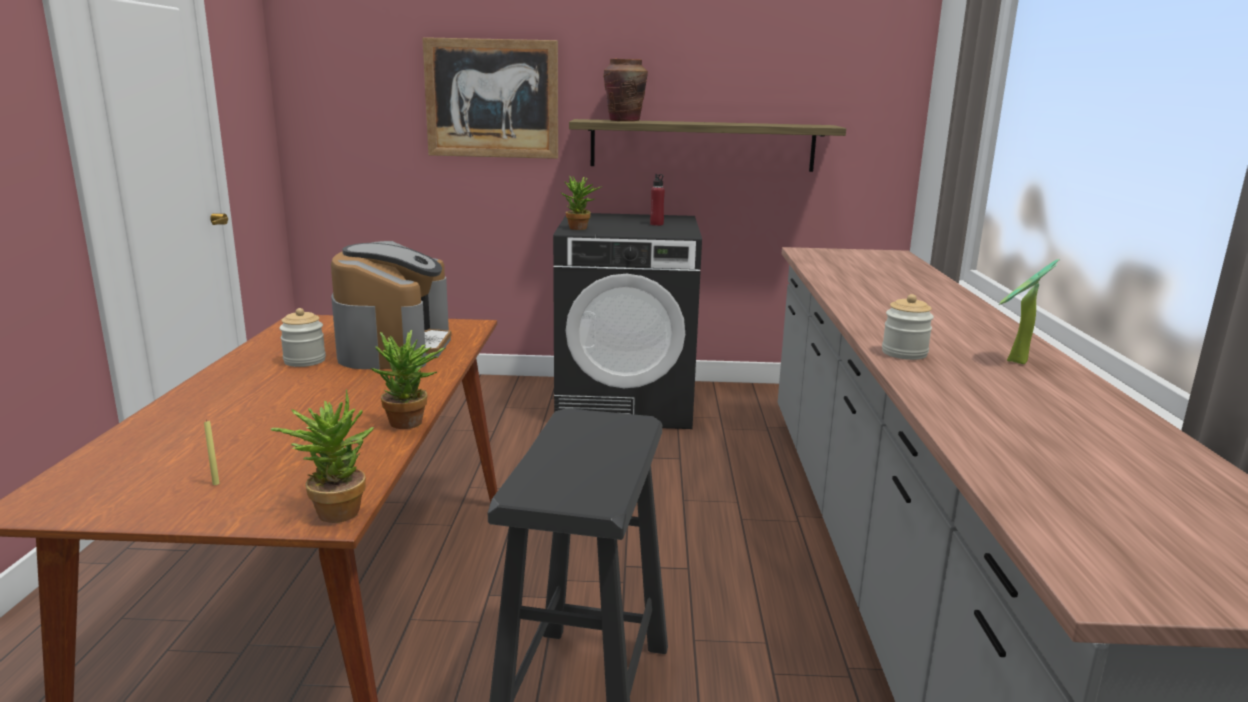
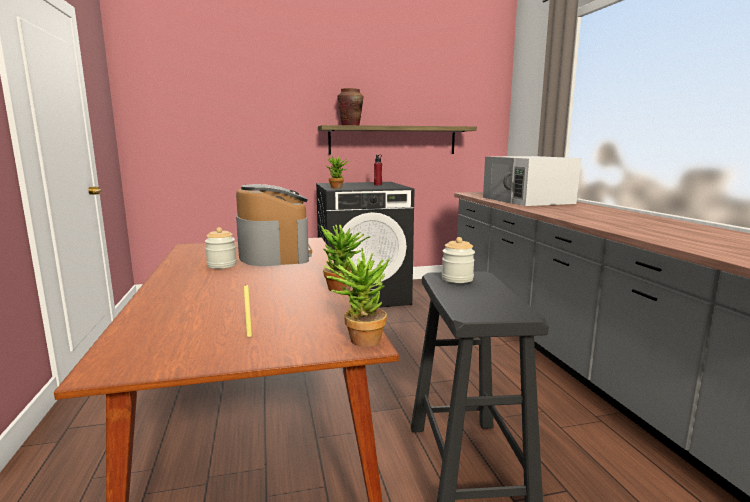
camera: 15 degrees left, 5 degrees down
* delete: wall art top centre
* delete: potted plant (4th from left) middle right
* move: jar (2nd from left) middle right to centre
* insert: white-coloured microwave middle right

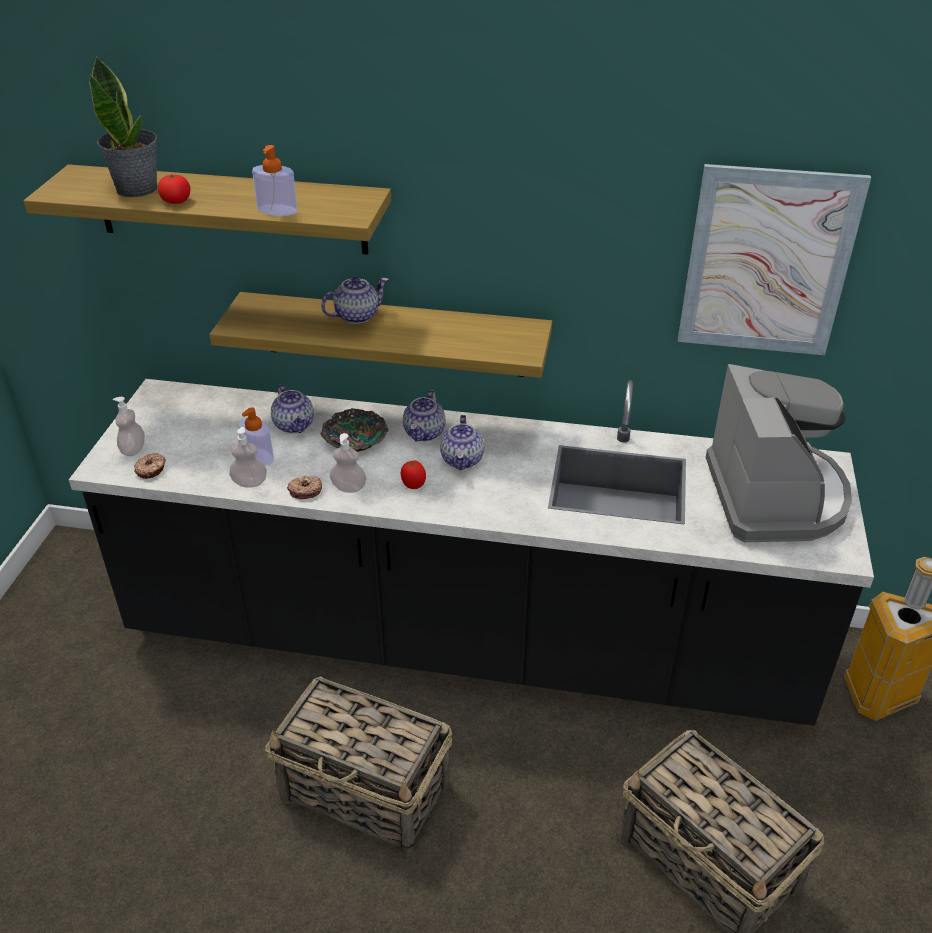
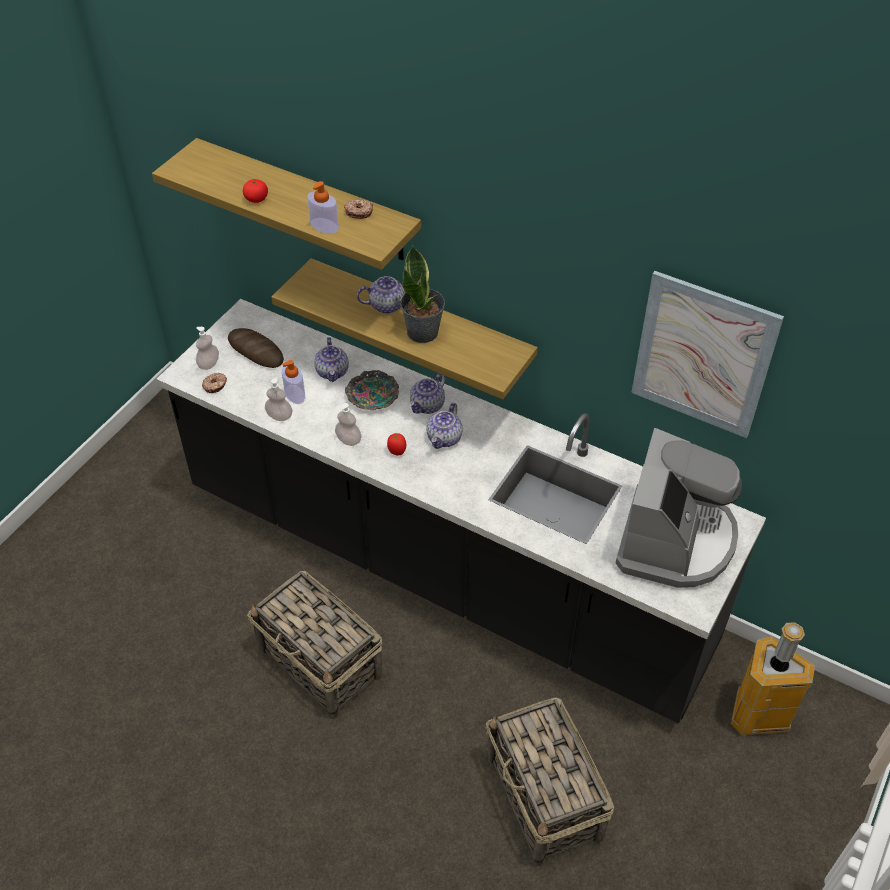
camera: 20 degrees right, 10 degrees up
* move: potted plant top left to top centre
* move: donut (2nd from left) middle left to top centre
* insert: baked bread middle left

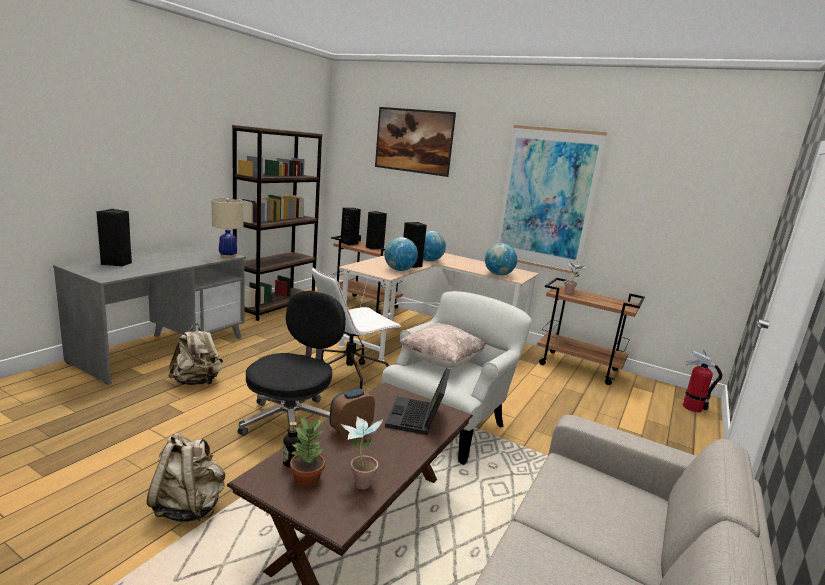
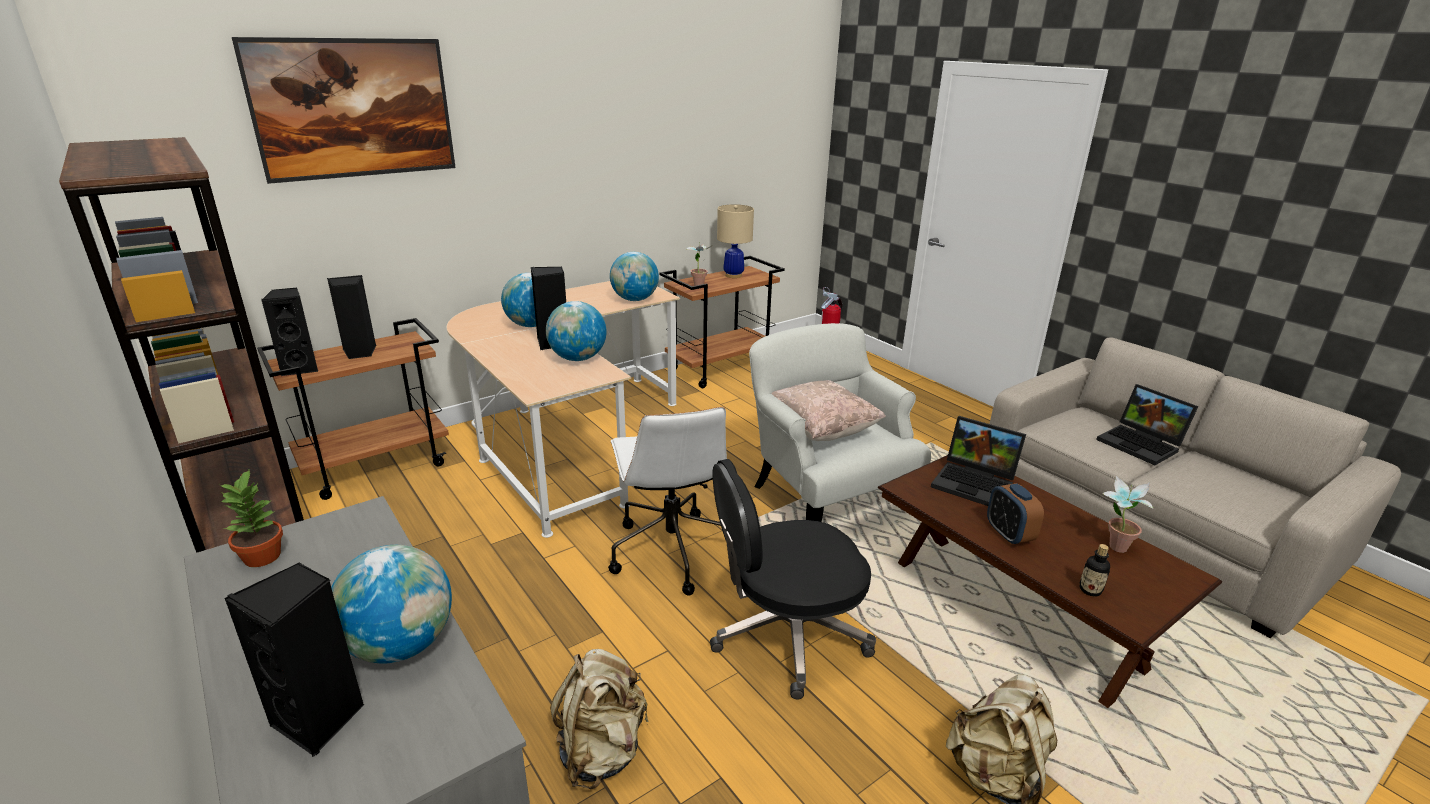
camera: 65 degrees left, 10 degrees up
* delete: wall art (2nd from left) middle right
* move: sand-coloured lamp for a table middle left to top centre
* rotate: black-coloured desk chair centre = bottom centre 60 degrees counterclockwise
* move: potted plant (1st from left) bottom centre to middle left
* insert: laptop (2nd from left) middle right
* insert: desk globe (1st from left) bottom left

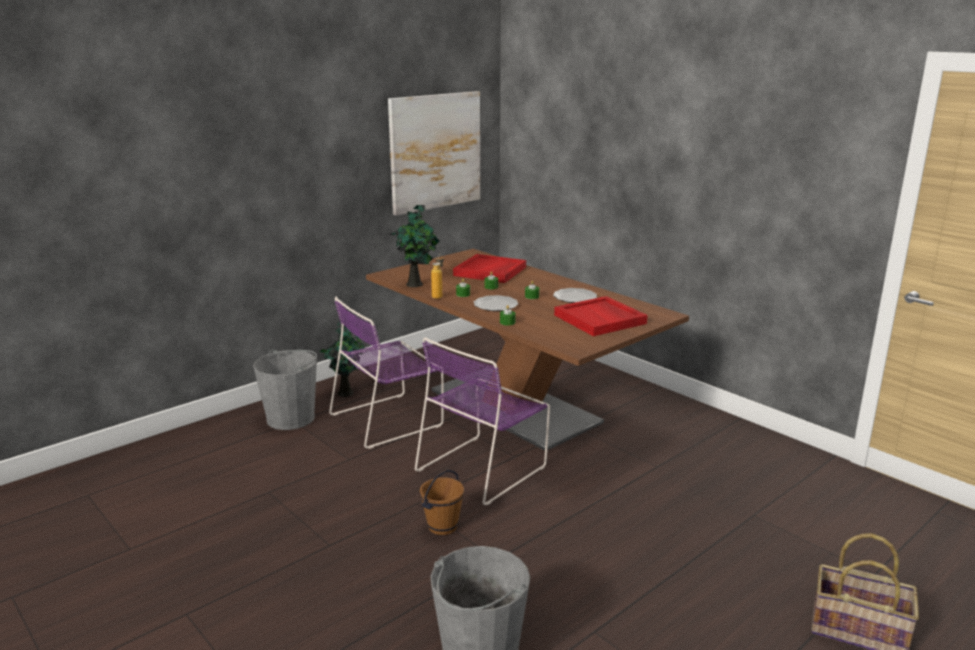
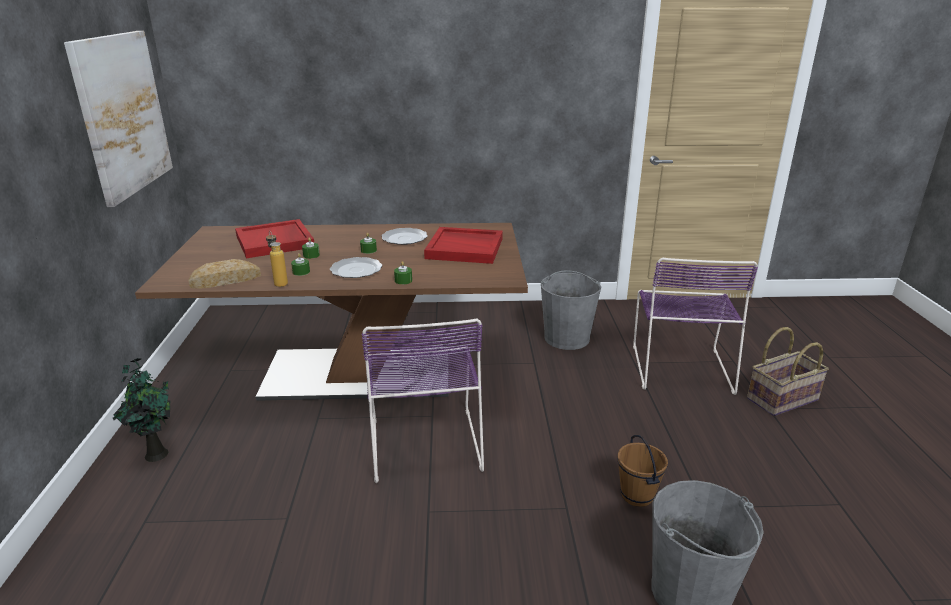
camera: 50 degrees left, 5 degrees up
* replace: potted plant (2nd from left) centre to baked bread middle left
* move: purple-coloured upright chair (1st from left in the first image) centre to purple-coloured upright chair (2nd from left) middle right
* move: gray water bucket (1st from left) middle left to centre
* move: brownish water bucket bottom centre to bottom right

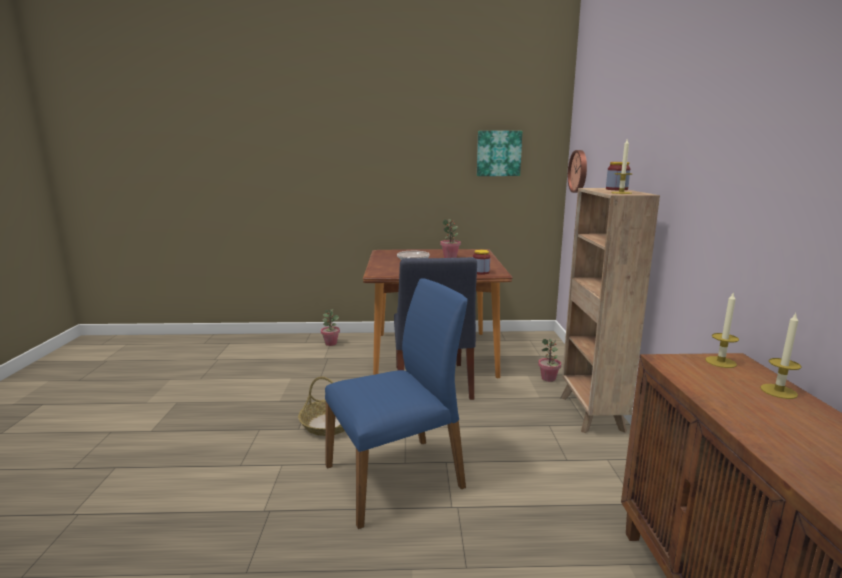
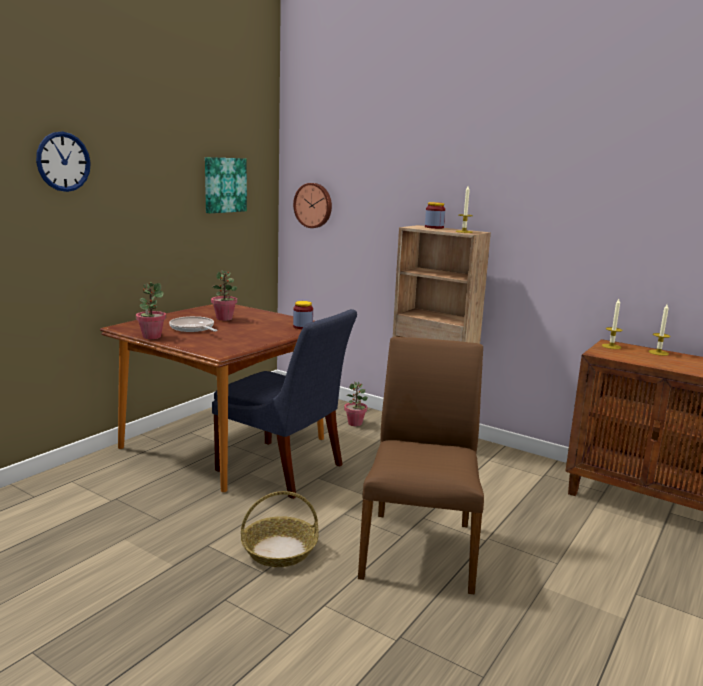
camera: 55 degrees left, 0 degrees up
* recolor: blue upright chair (1st from left) bottom centre to brownish upright chair bottom centre
* move: potted plant (1st from left) centre to middle left
* insert: clock on the wall (1st from left) top left

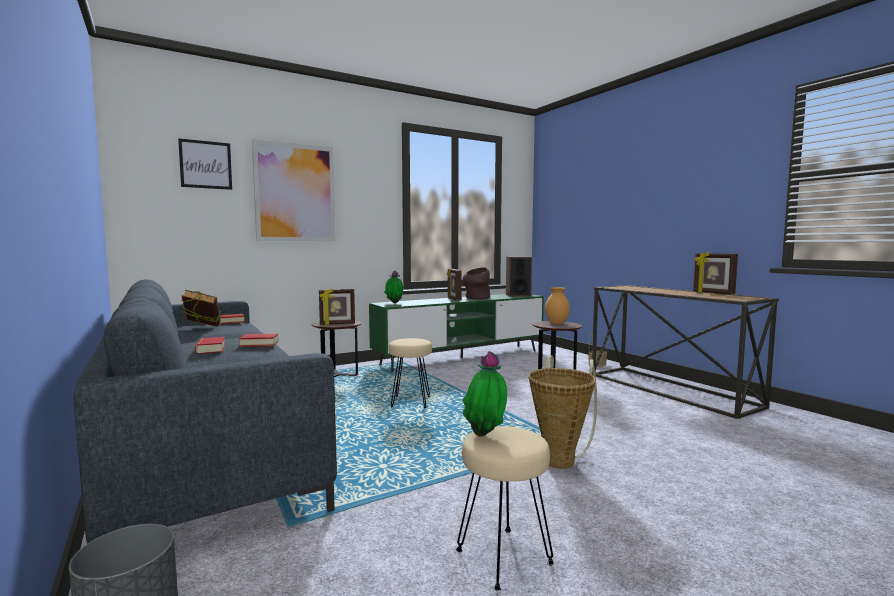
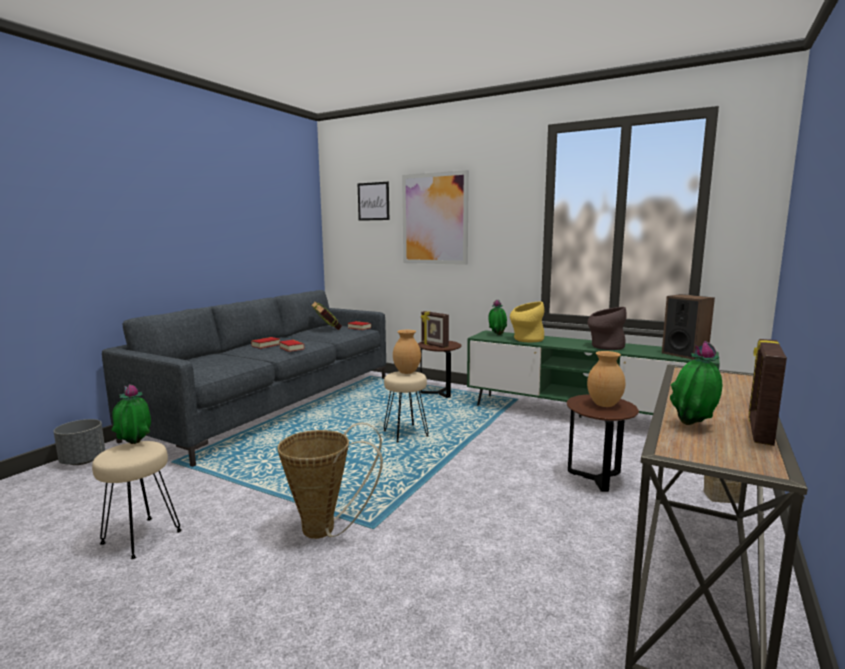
camera: 60 degrees right, 5 degrees up
* delete: standing frame (2nd from left) centre
* insert: yellow-coloured vase centre
* insert: brownish vase (1st from left) centre
* insert: potted plant (3rd from left) middle right

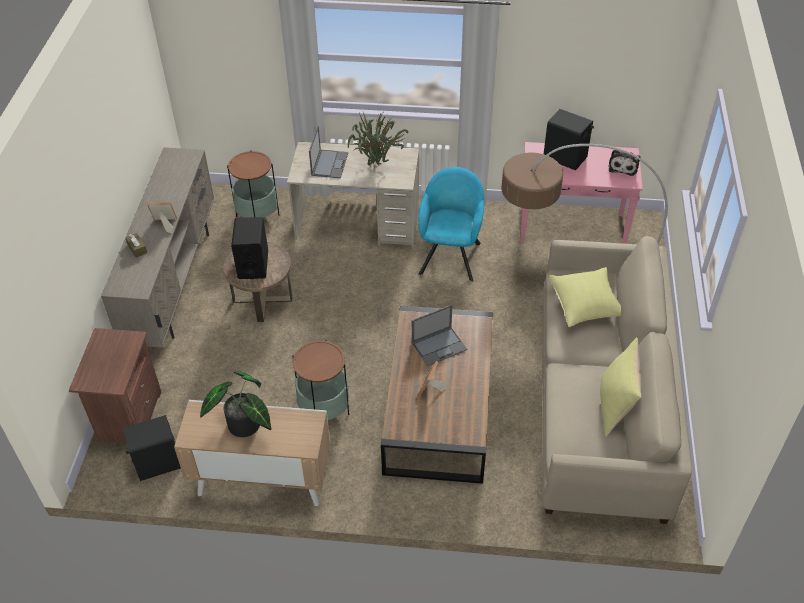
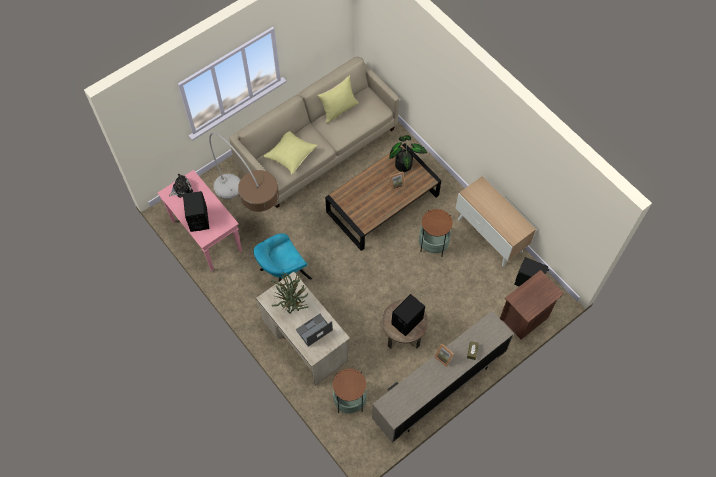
camera: 135 degrees left, 15 degrees up
* delete: laptop (2nd from left) centre
* move: potted plant (1st from left in the first image) bottom left to potted plant (2nd from left) top centre

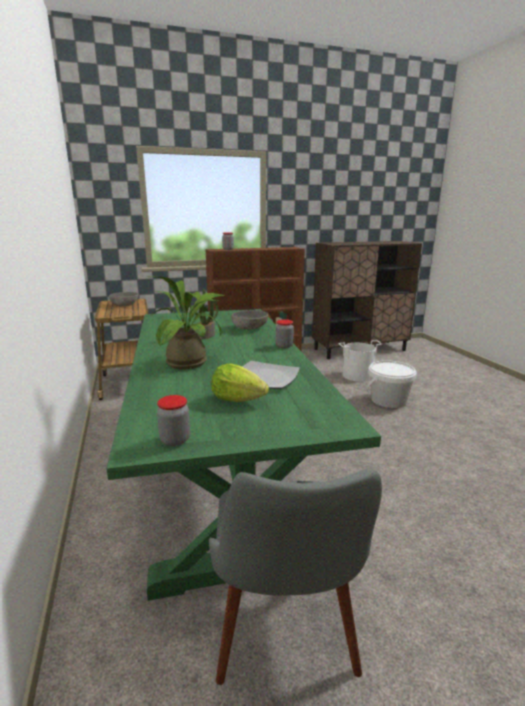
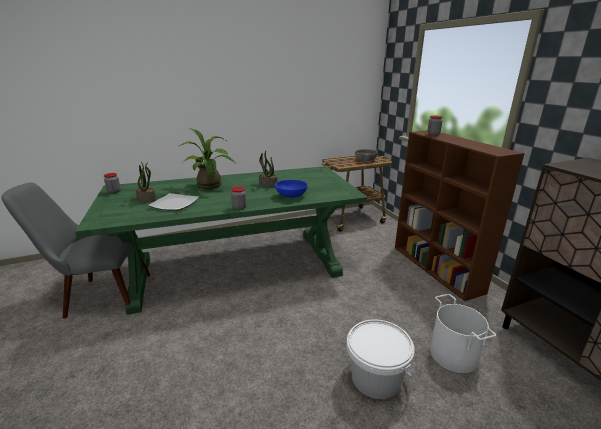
camera: 85 degrees right, 5 degrees up
* recolor: gray deep dish (2nd from left) centre to blue deep dish centre
* replace: head of lettuce centre to potted plant (1st from left) middle left

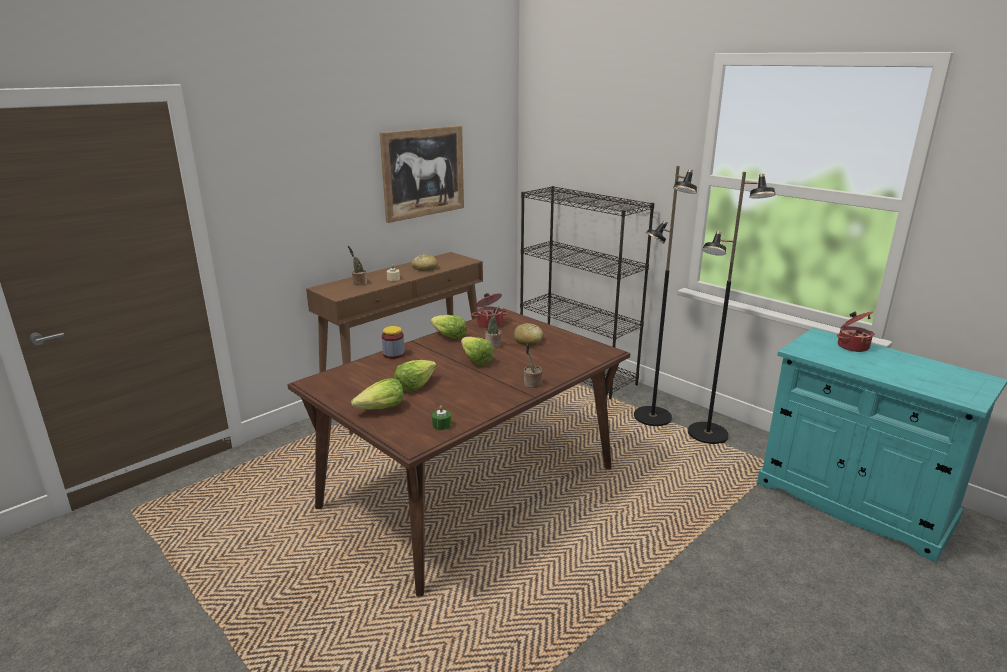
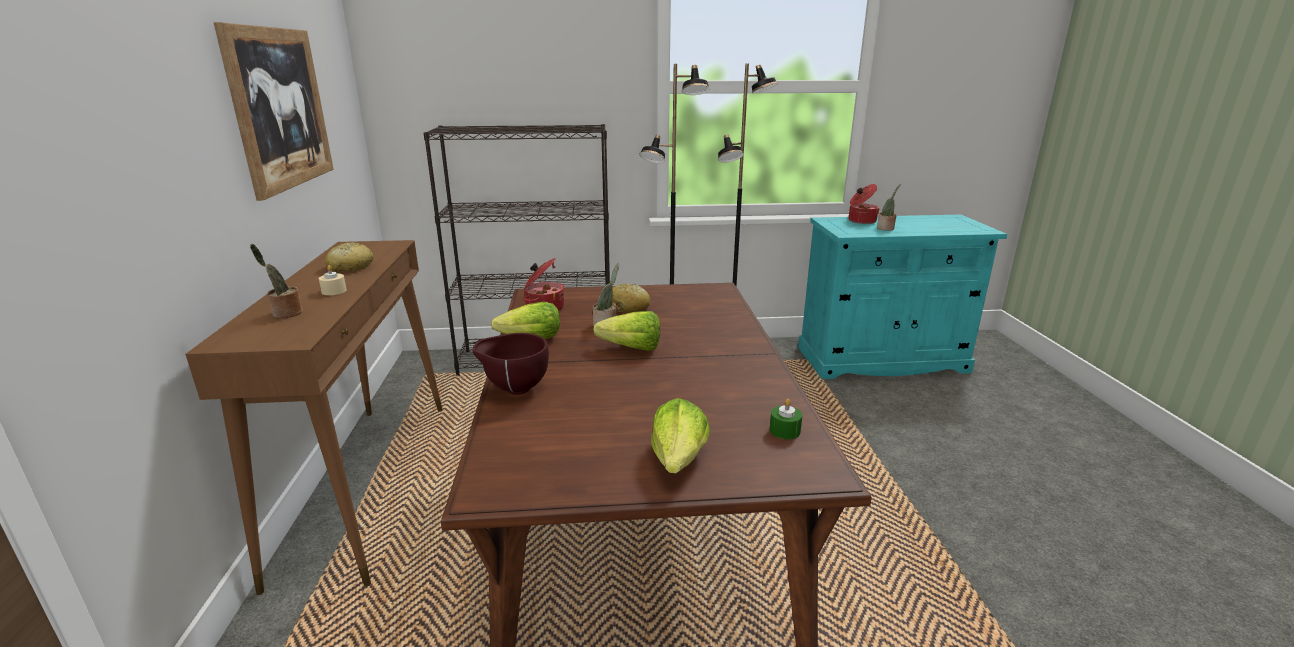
camera: 50 degrees left, 0 degrees up
* replace: jar centre to brownish deep dish centre
* move: potted plant (3rd from left) centre to top right
* delete: head of lettuce (2nd from left) centre

